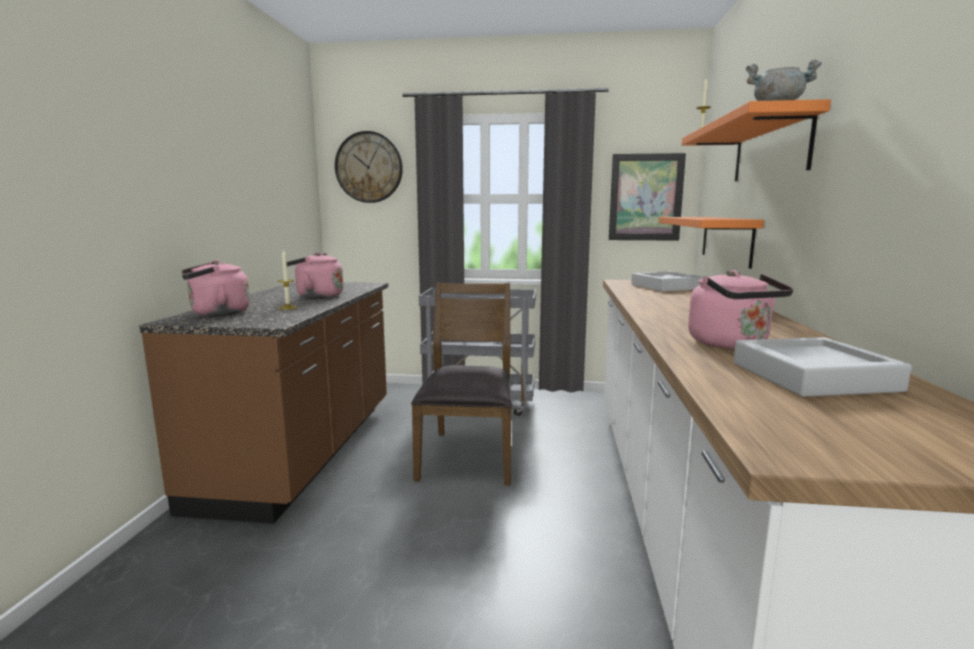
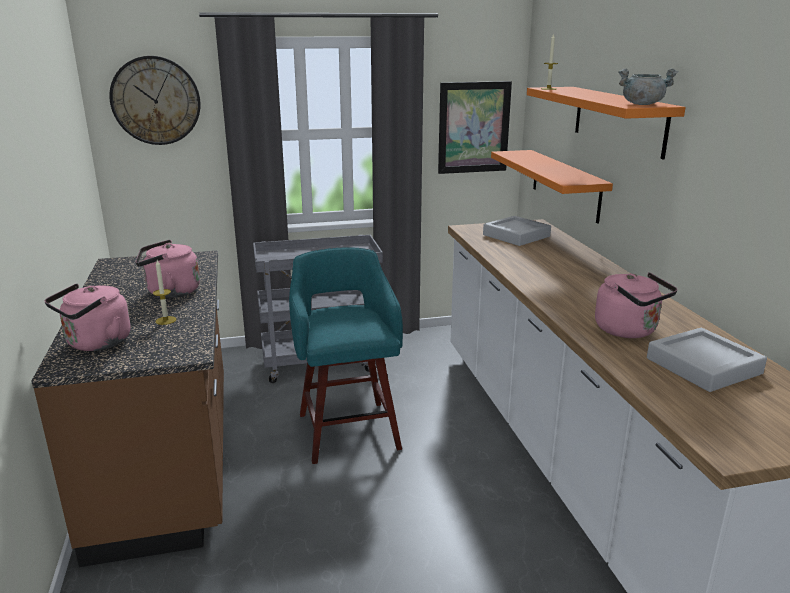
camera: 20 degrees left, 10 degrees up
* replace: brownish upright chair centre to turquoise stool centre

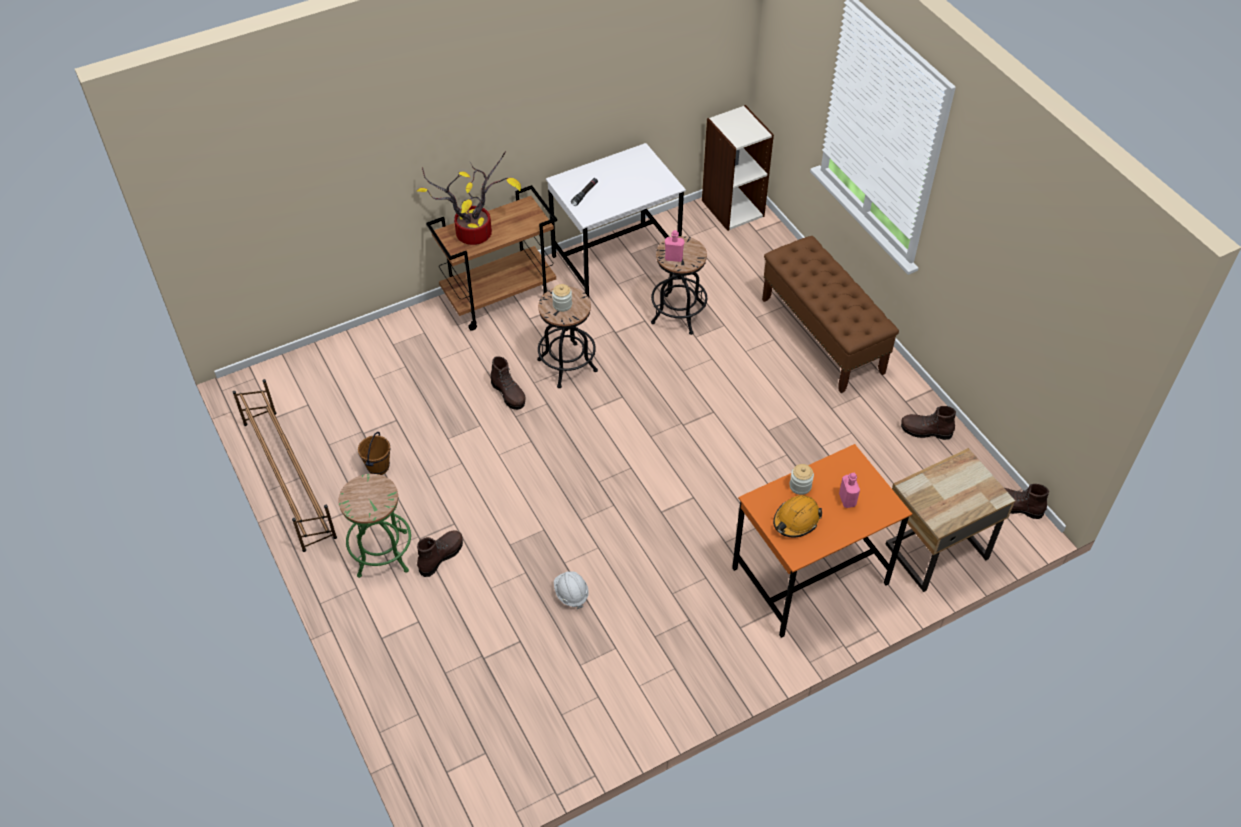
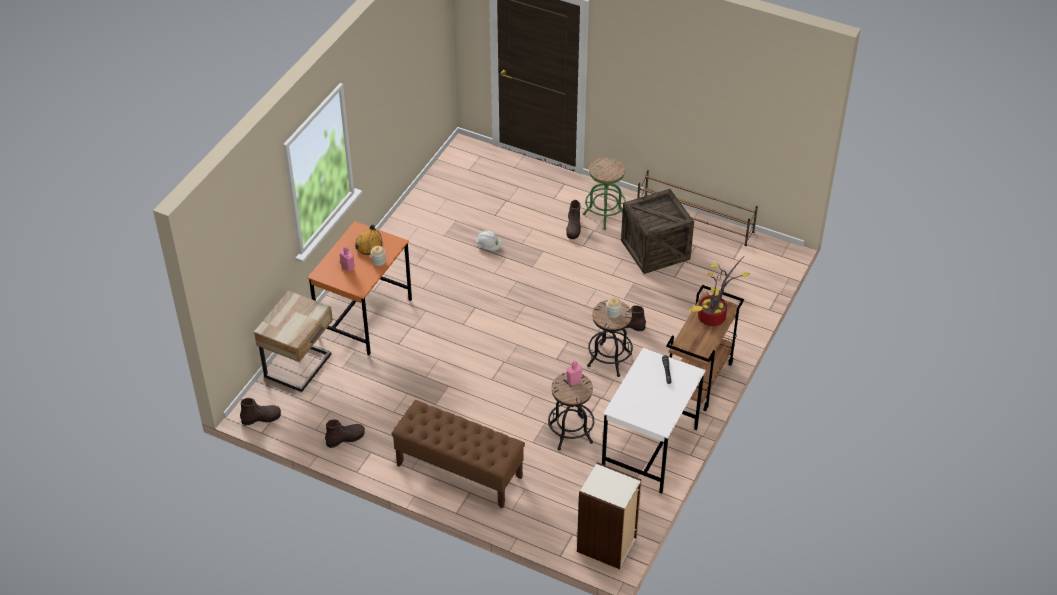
camera: 145 degrees right, 5 degrees down
* replace: brownish water bucket middle left to crate centre

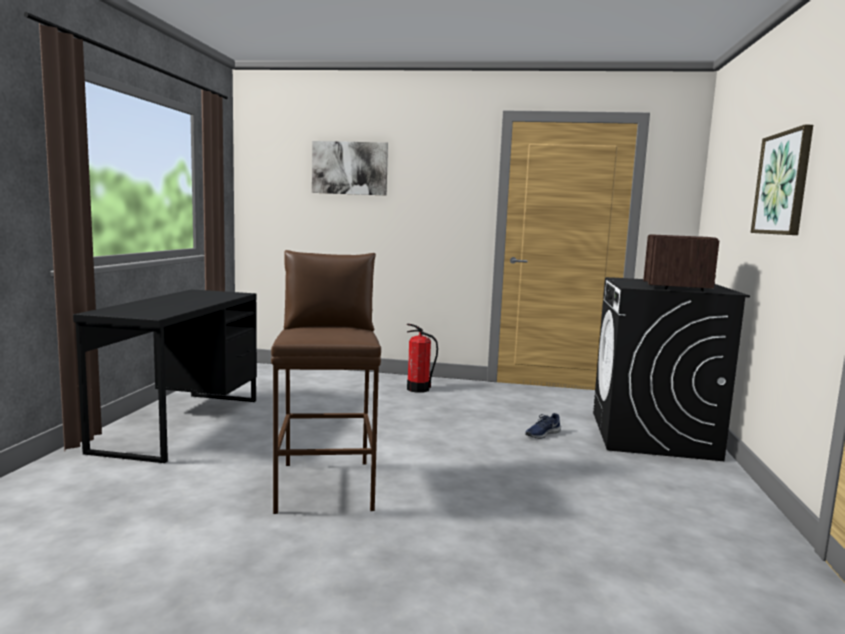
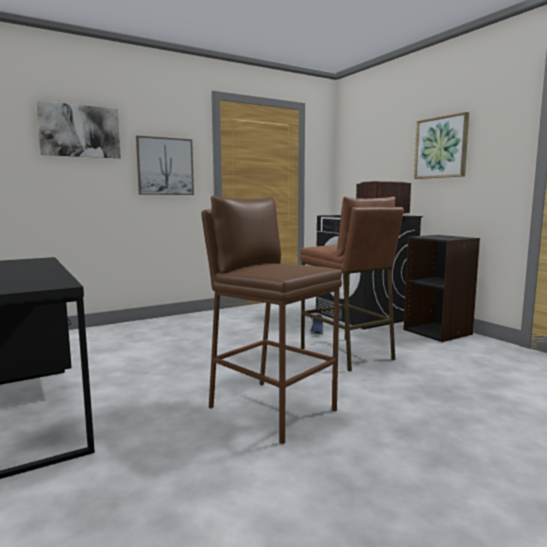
camera: 40 degrees left, 0 degrees up
* delete: extinguisher centre
* insert: wall art (2nd from left) top left
* insert: brownish stool (2nd from left) centre
* insert: black-coloured shelving unit middle right

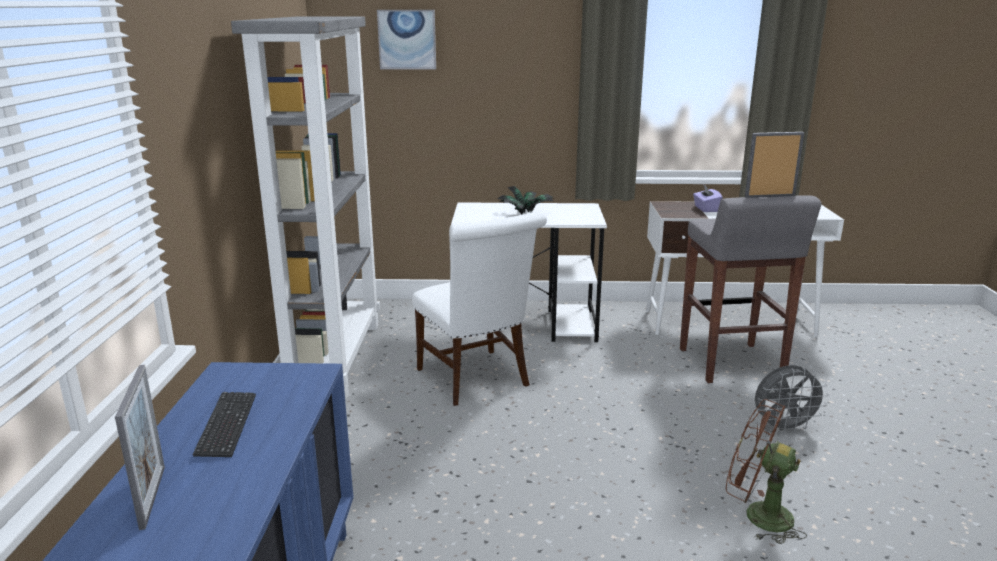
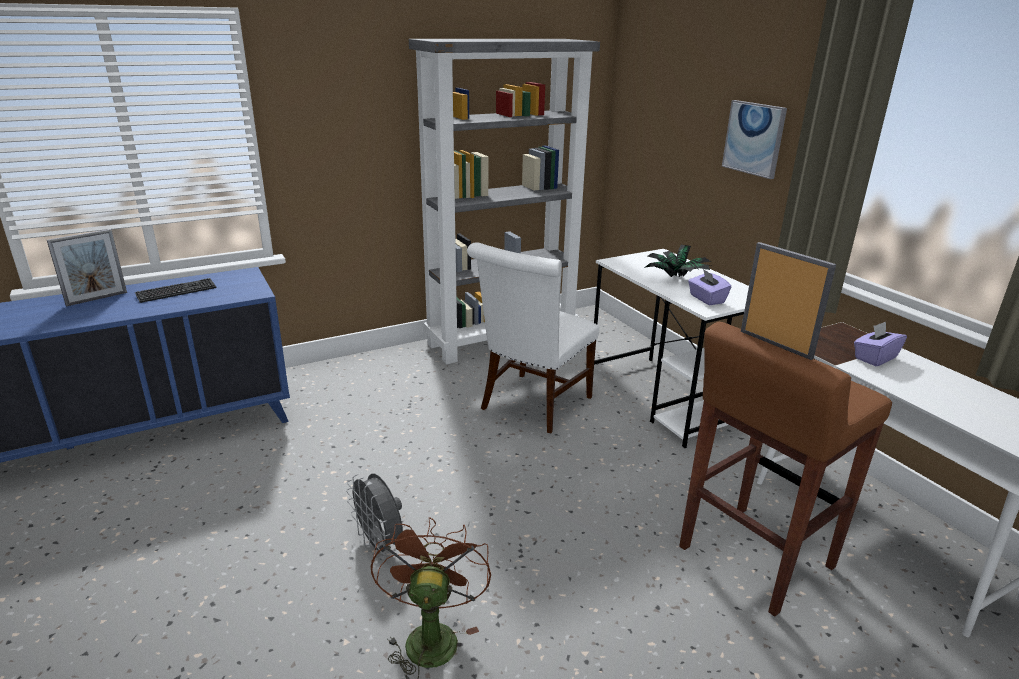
camera: 60 degrees right, 5 degrees up
* move: wall art top centre to top right
* recolor: gray stool middle right to brownish stool bottom right
* move: gray cooling fan bottom right to bottom centre
* insert: purple-coloured box of tissues (1st from left) middle right

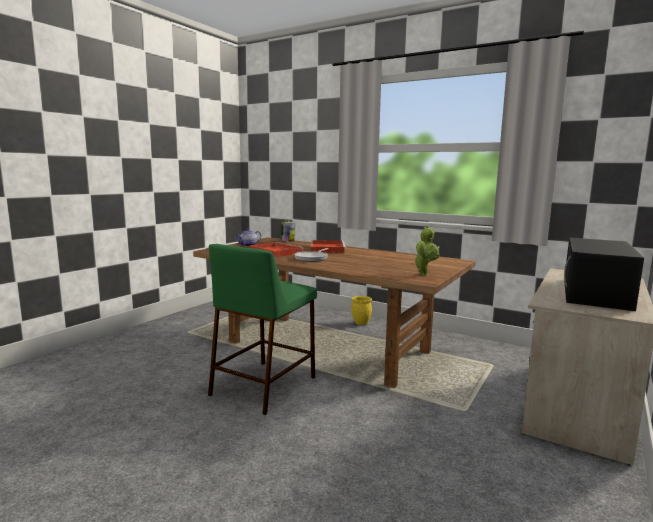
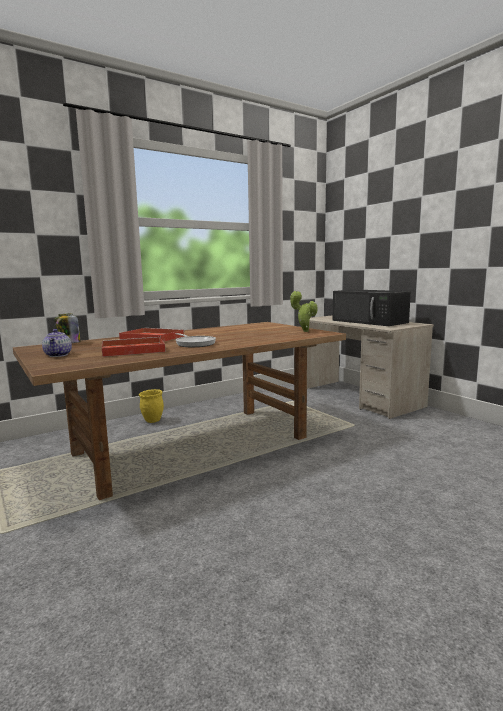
camera: 65 degrees left, 0 degrees up
* delete: green-coloured stool centre

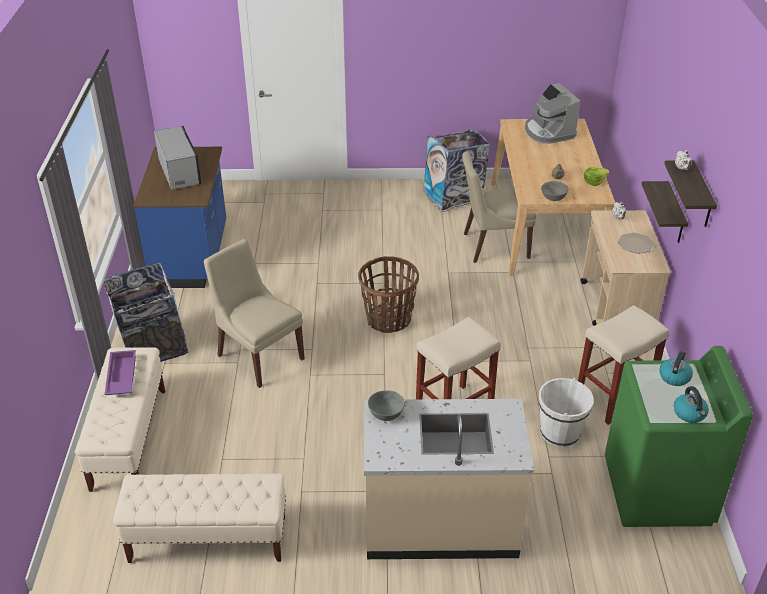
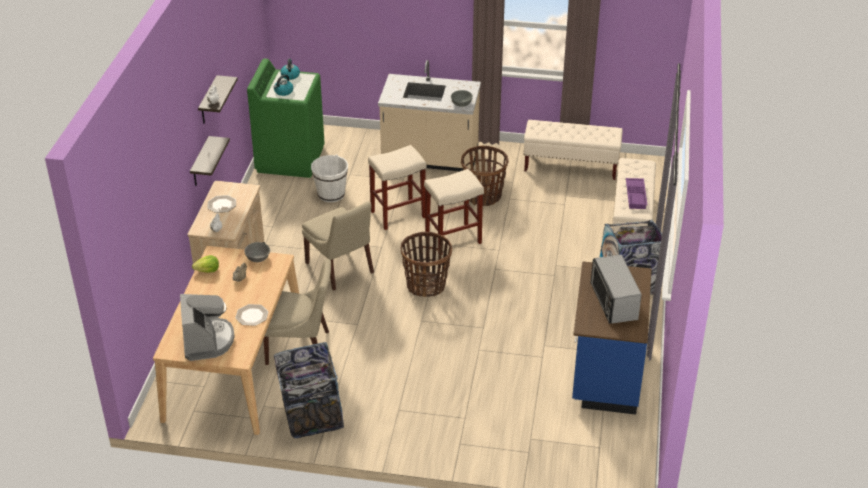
camera: 170 degrees left, 0 degrees up
* move: sand-coloured upright chair (1st from left in the first image) middle left to sand-coloured upright chair (2nd from left) centre
* move: sand-coloured stool (2nd from left) middle right to centre
* insert: household basket (2nd from left) centre
* insert: dinner plate (2nd from left) middle left

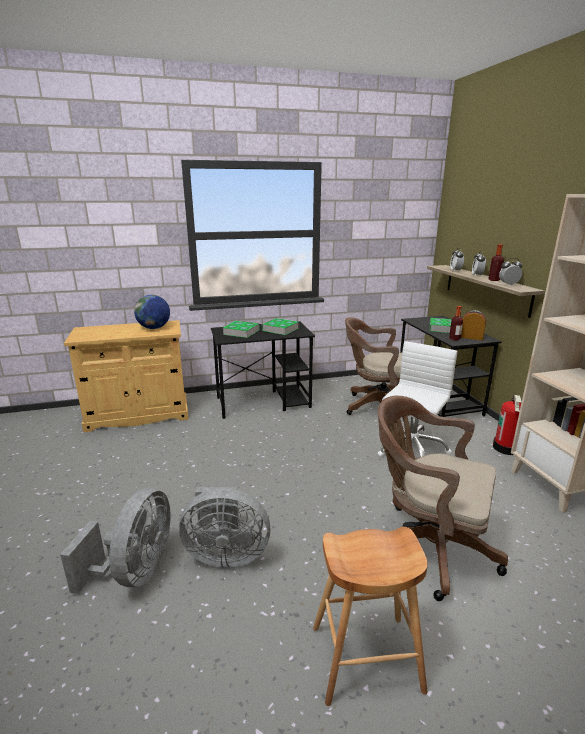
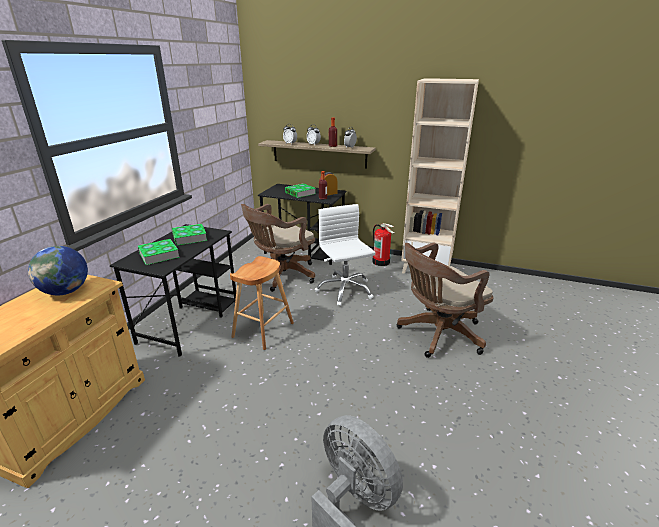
camera: 55 degrees left, 5 degrees up
* delete: gray cooling fan (2nd from left) bottom centre
* move: brownish stool bottom centre to centre

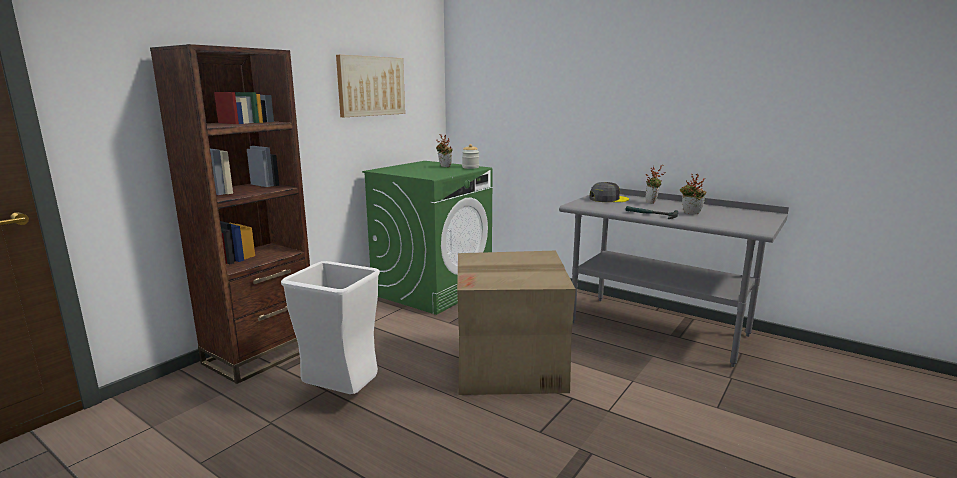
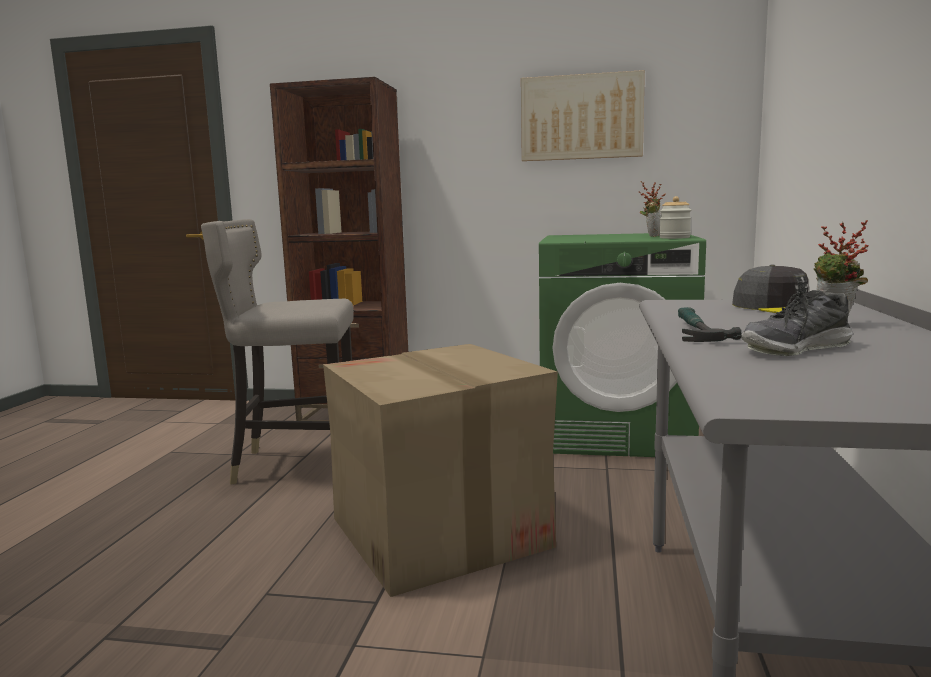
camera: 65 degrees right, 5 degrees down
* replace: potted plant (3rd from left) middle right to shoe middle right
* replace: white-coloured waste bin bottom centre to gray stool middle left

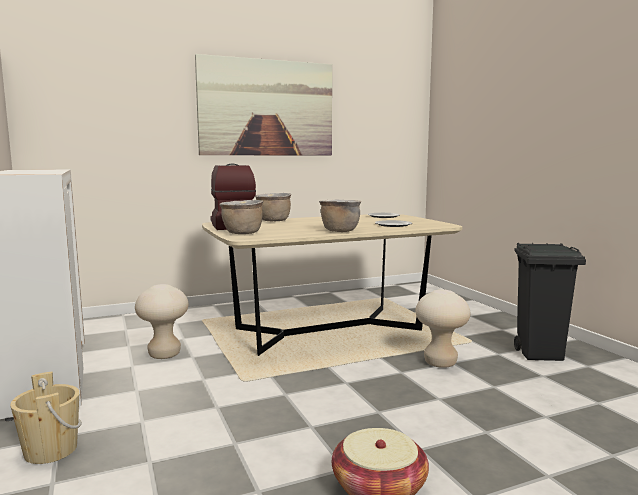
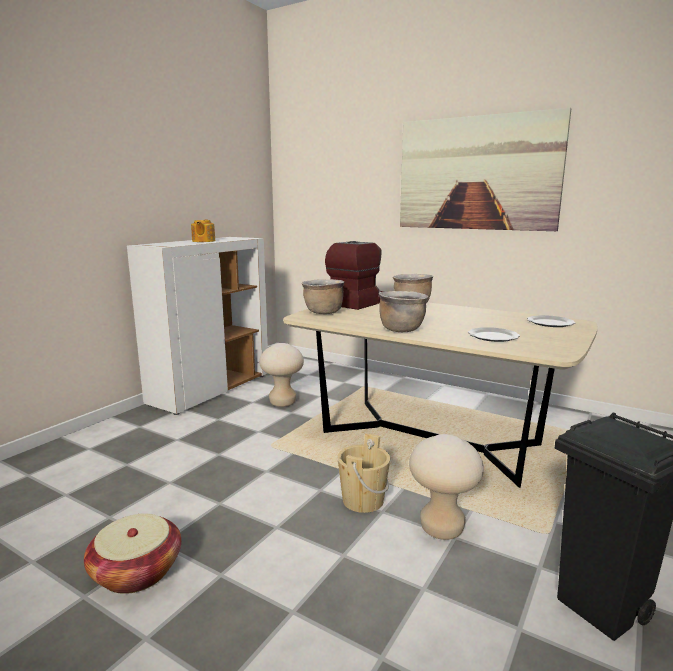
camera: 55 degrees right, 5 degrees up
* move: sand-coloured water bucket bottom left to bottom centre
* insert: tea pot middle left

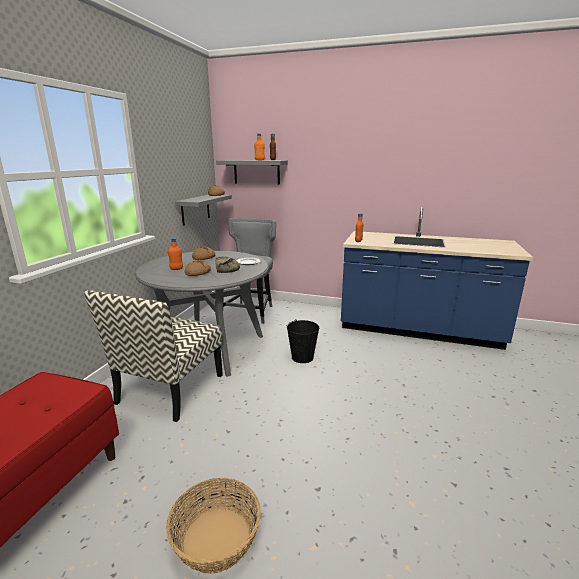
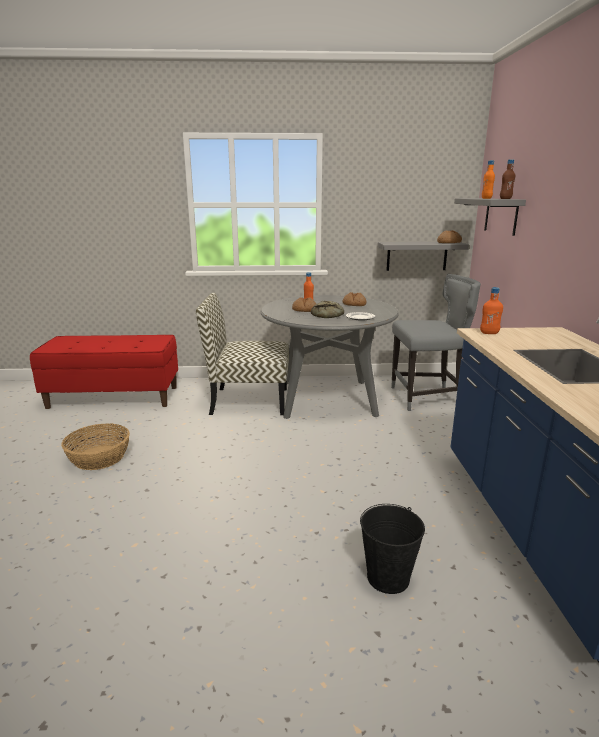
camera: 70 degrees right, 0 degrees up
* move: black-coloured water bucket centre to bottom centre

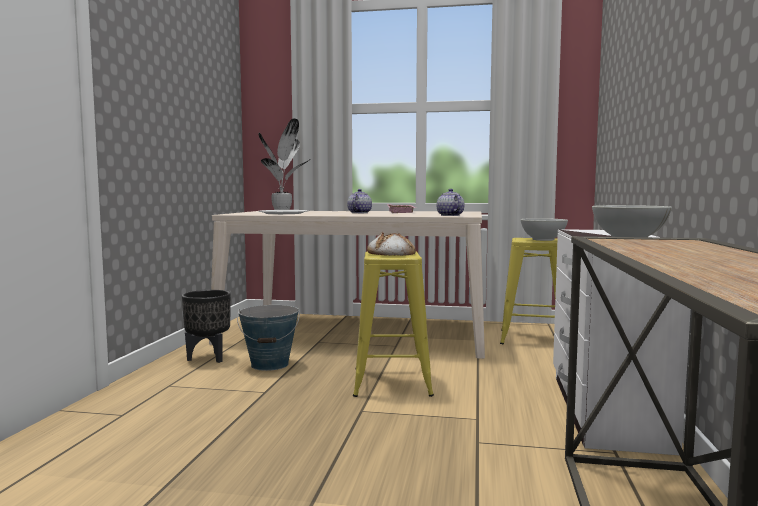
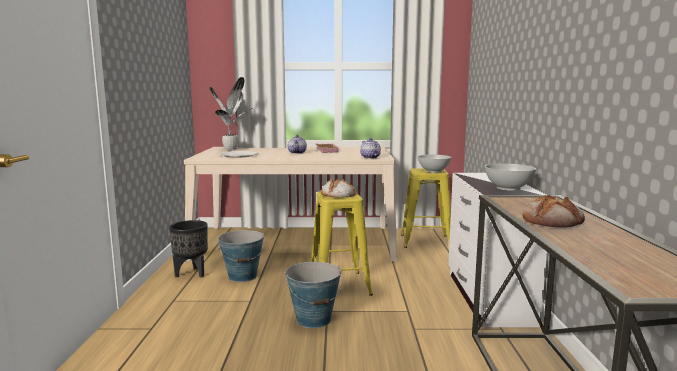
camera: 10 degrees left, 5 degrees up
* insert: baked bread (2nd from left) middle right
* insert: water bucket (2nd from left) bottom centre

